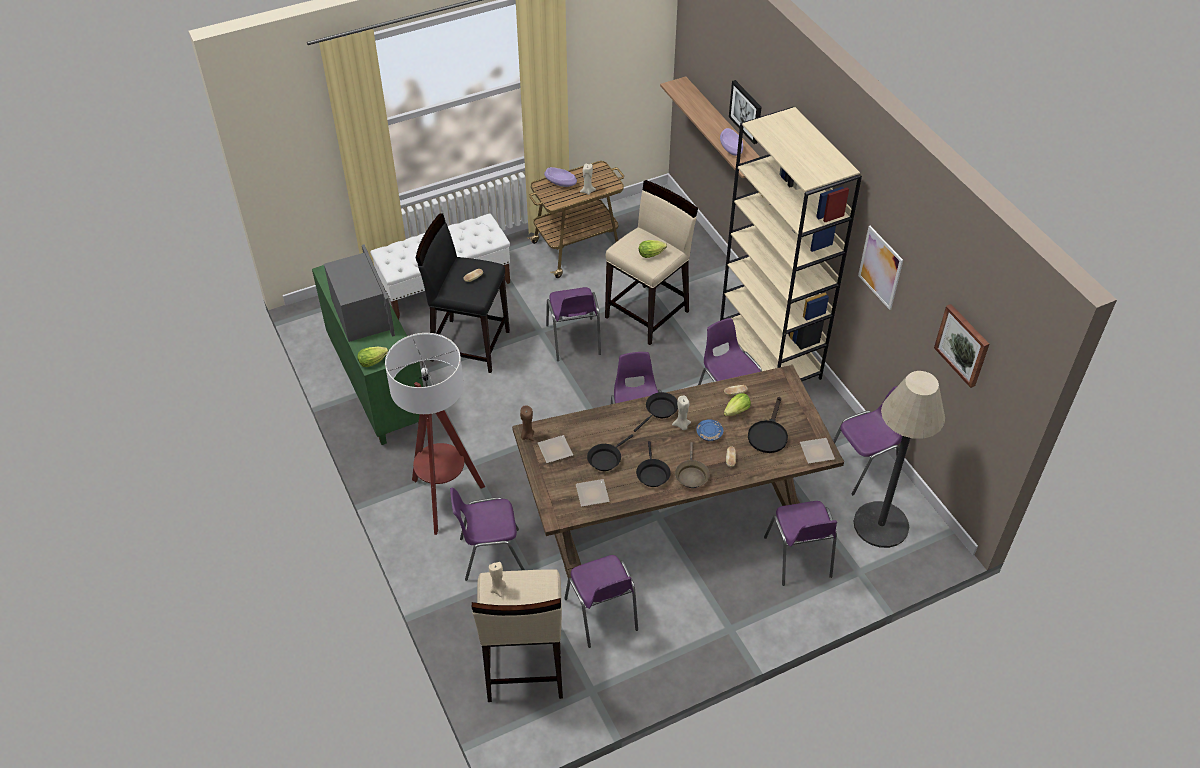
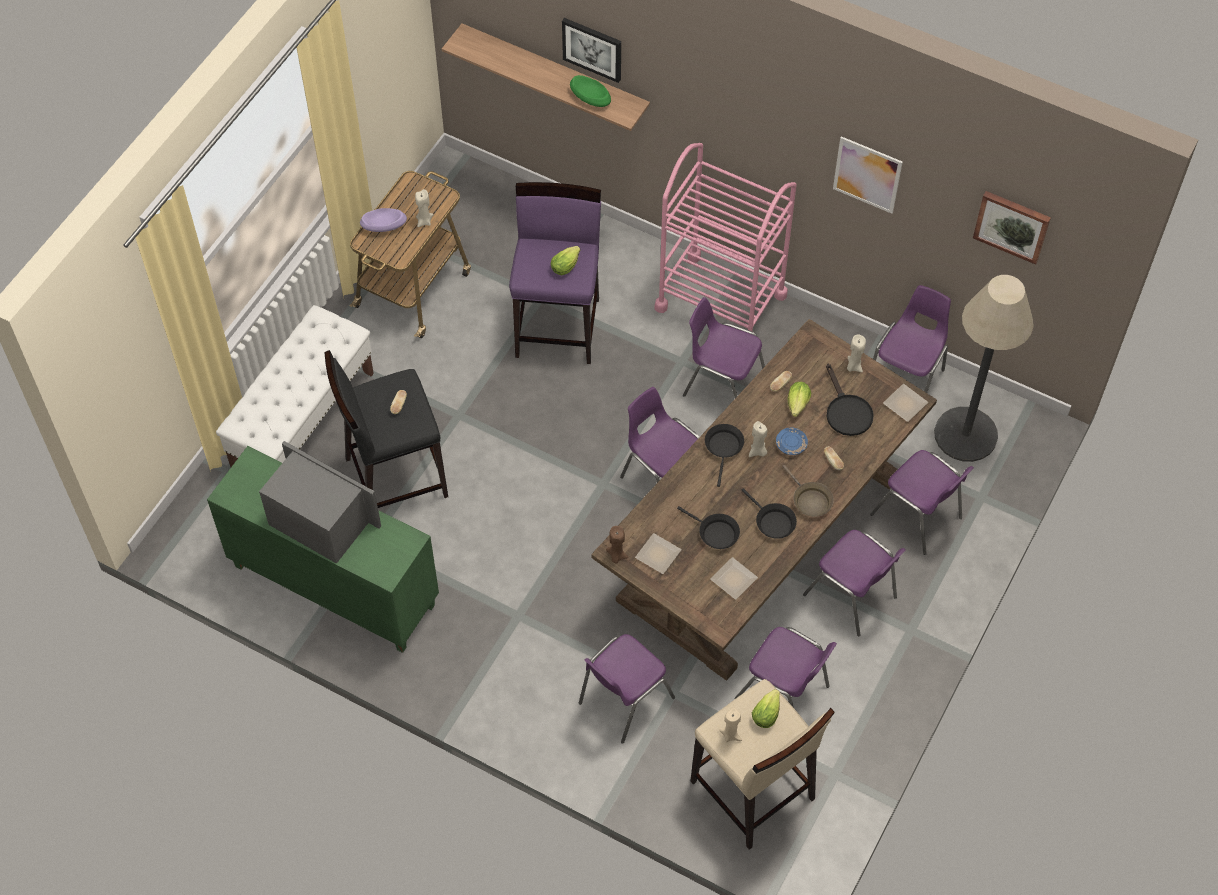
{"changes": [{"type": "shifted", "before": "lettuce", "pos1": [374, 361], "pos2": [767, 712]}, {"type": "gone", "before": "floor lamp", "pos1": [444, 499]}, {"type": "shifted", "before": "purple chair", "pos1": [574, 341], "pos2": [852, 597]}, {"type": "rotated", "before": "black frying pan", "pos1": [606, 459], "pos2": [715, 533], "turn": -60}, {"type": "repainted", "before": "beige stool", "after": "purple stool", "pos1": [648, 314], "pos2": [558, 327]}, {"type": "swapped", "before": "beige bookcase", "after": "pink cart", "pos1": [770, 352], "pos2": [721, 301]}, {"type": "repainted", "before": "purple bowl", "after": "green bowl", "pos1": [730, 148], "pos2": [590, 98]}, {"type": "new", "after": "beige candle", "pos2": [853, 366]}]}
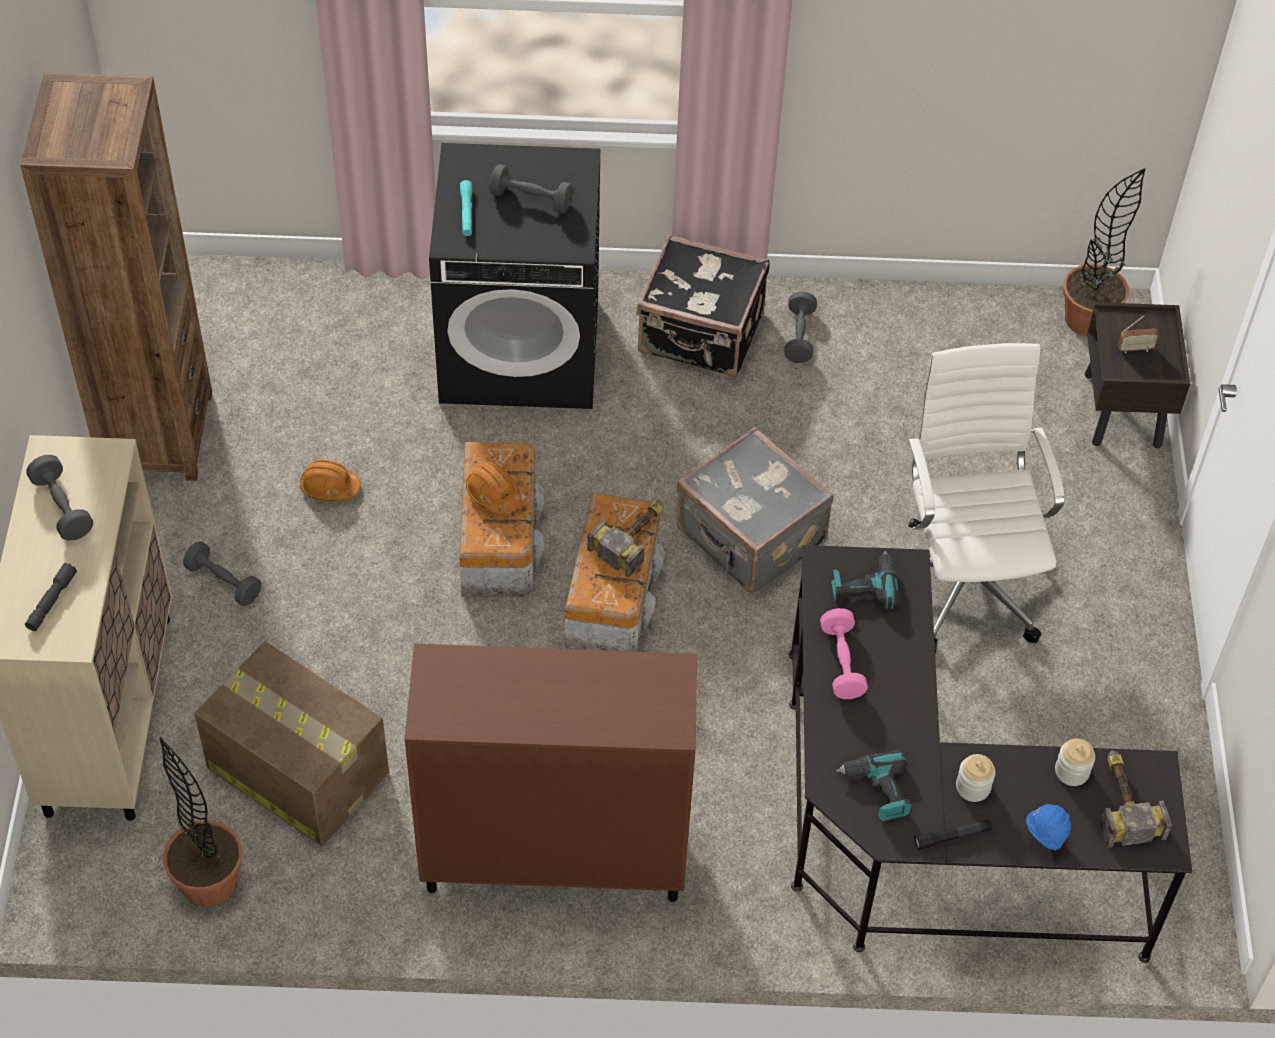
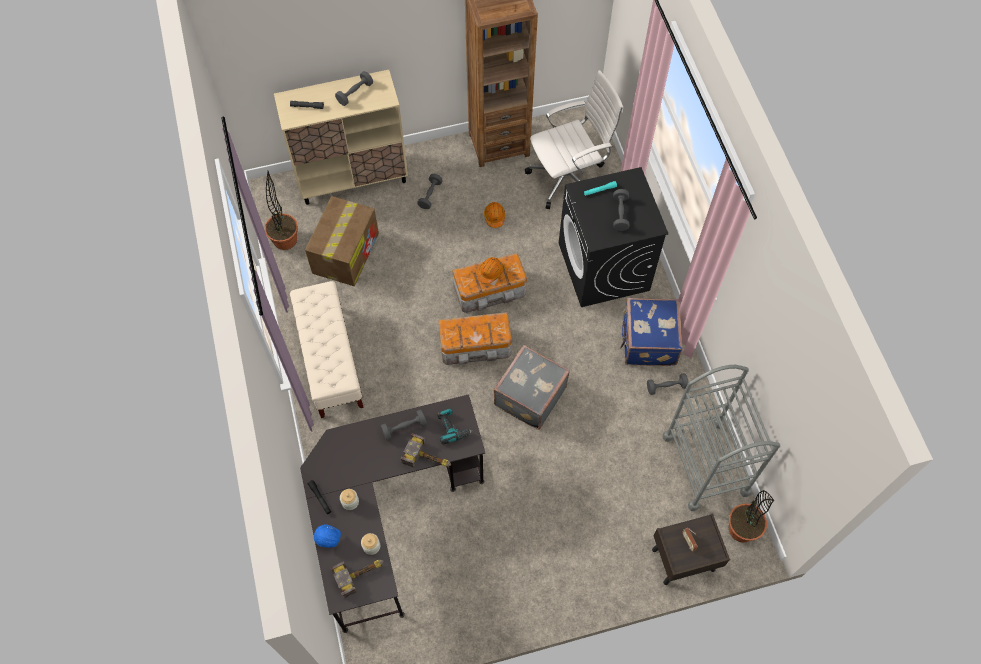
{"changes": [{"type": "swapped", "before": "brown cabinet", "after": "beige bench", "pos1": [553, 856], "pos2": [330, 361]}, {"type": "shifted", "before": "hammer", "pos1": [635, 536], "pos2": [429, 459]}, {"type": "repainted", "before": "black suitcase", "after": "blue suitcase", "pos1": [701, 335], "pos2": [647, 341]}, {"type": "repainted", "before": "pink dumbbell", "after": "grey dumbbell", "pos1": [842, 663], "pos2": [404, 428]}, {"type": "gone", "before": "power drill", "pos1": [877, 791]}, {"type": "shifted", "before": "white office chair", "pos1": [964, 580], "pos2": [569, 178]}, {"type": "new", "after": "grey cart", "pos2": [705, 464]}]}
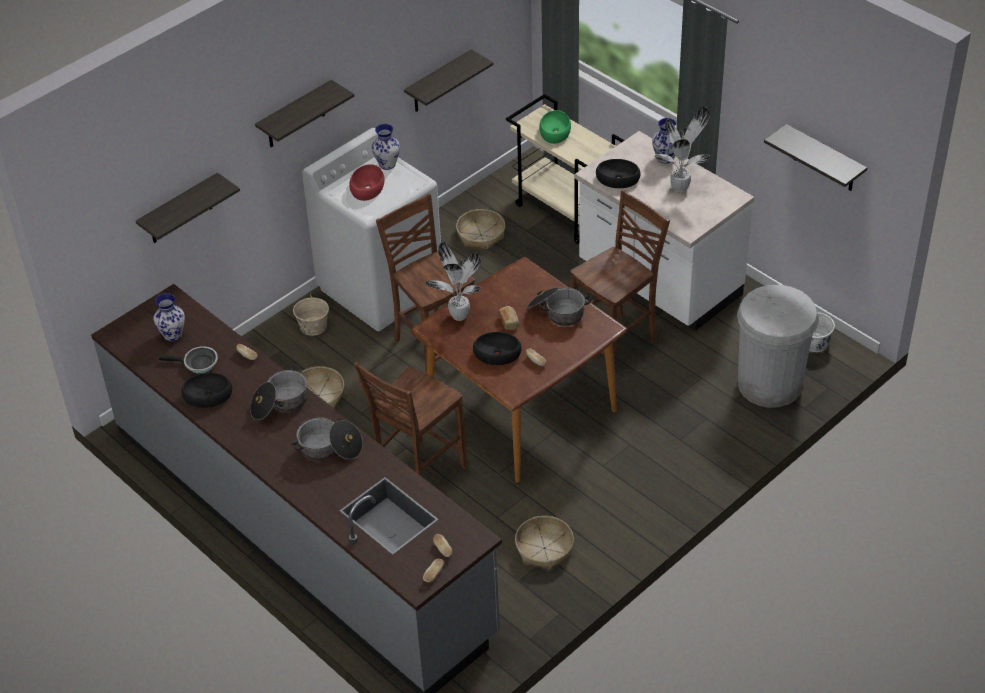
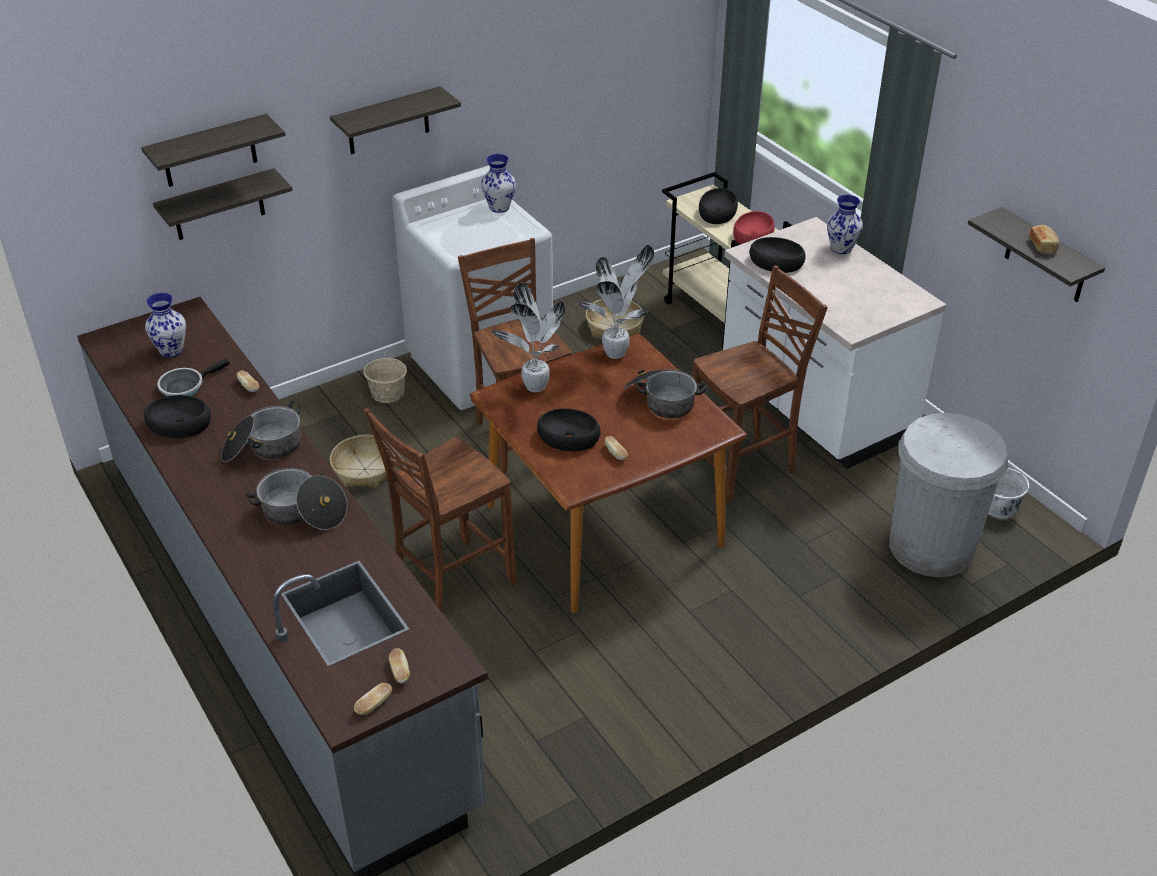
{"changes": [{"type": "rotated", "before": "frying pan", "pos1": [198, 363], "pos2": [185, 386], "turn": 120}, {"type": "shifted", "before": "red bowl", "pos1": [368, 188], "pos2": [753, 236]}, {"type": "shifted", "before": "shelf", "pos1": [438, 83], "pos2": [209, 151]}, {"type": "shifted", "before": "bread", "pos1": [509, 322], "pos2": [1043, 246]}, {"type": "gone", "before": "basket", "pos1": [544, 548]}, {"type": "repainted", "before": "green bowl", "after": "black bowl", "pos1": [555, 132], "pos2": [718, 213]}, {"type": "shifted", "before": "potted plant", "pos1": [681, 187], "pos2": [617, 353]}]}
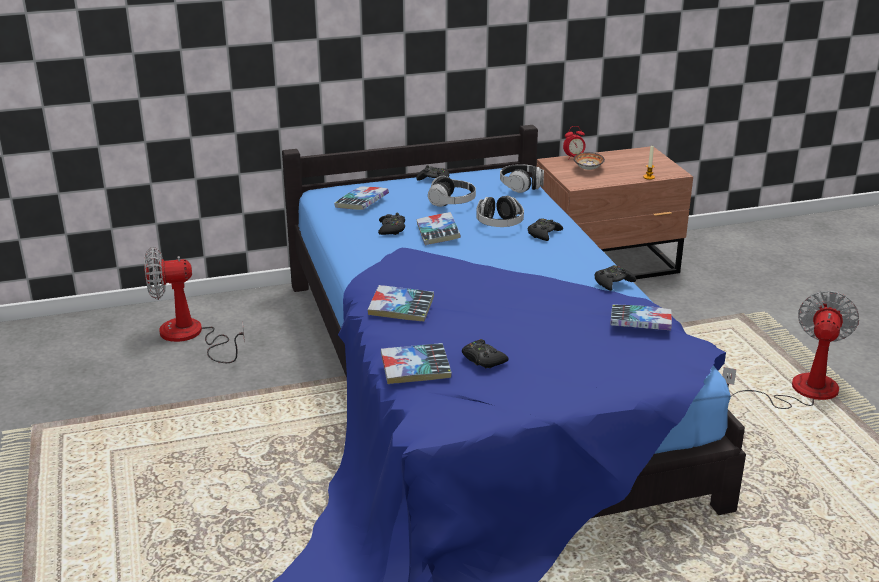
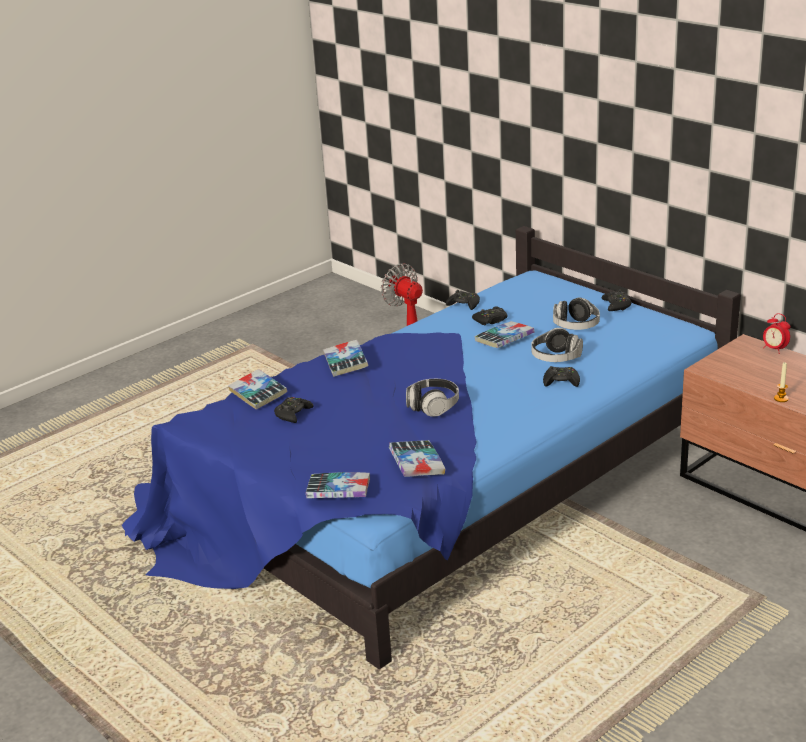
{"changes": [{"type": "shifted", "before": "book", "pos1": [362, 203], "pos2": [338, 491]}, {"type": "shifted", "before": "headphones", "pos1": [521, 186], "pos2": [433, 406]}, {"type": "gone", "before": "bowl", "pos1": [587, 169]}, {"type": "shifted", "before": "black game controller", "pos1": [613, 282], "pos2": [464, 304]}, {"type": "gone", "before": "fan", "pos1": [799, 391]}]}
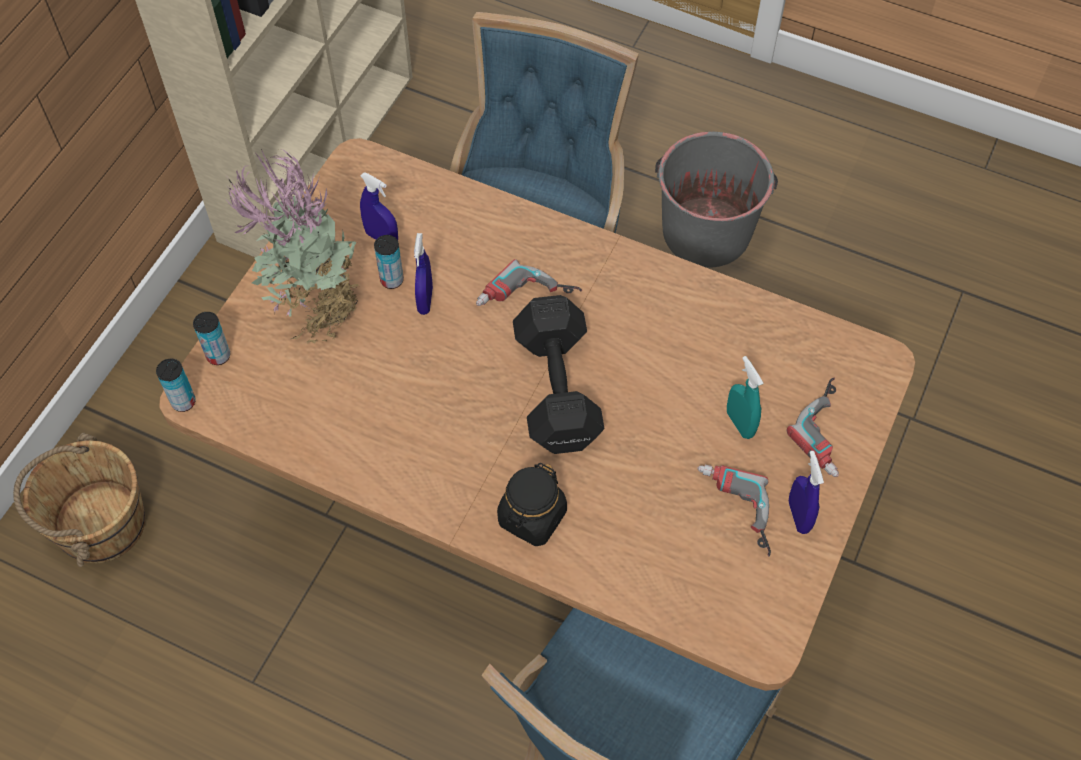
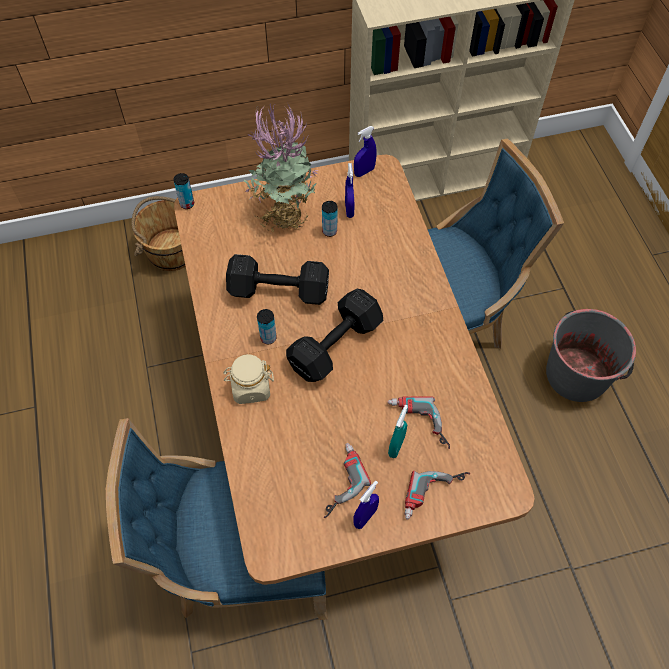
{"changes": [{"type": "shifted", "before": "can", "pos1": [218, 356], "pos2": [268, 338]}, {"type": "shifted", "before": "blue spray bottle", "pos1": [425, 300], "pos2": [364, 172]}, {"type": "shifted", "before": "power drill", "pos1": [527, 300], "pos2": [417, 425]}, {"type": "repainted", "before": "black jar", "after": "beige jar", "pos1": [532, 517], "pos2": [250, 388]}, {"type": "new", "after": "black dumbbell", "pos2": [277, 290]}]}
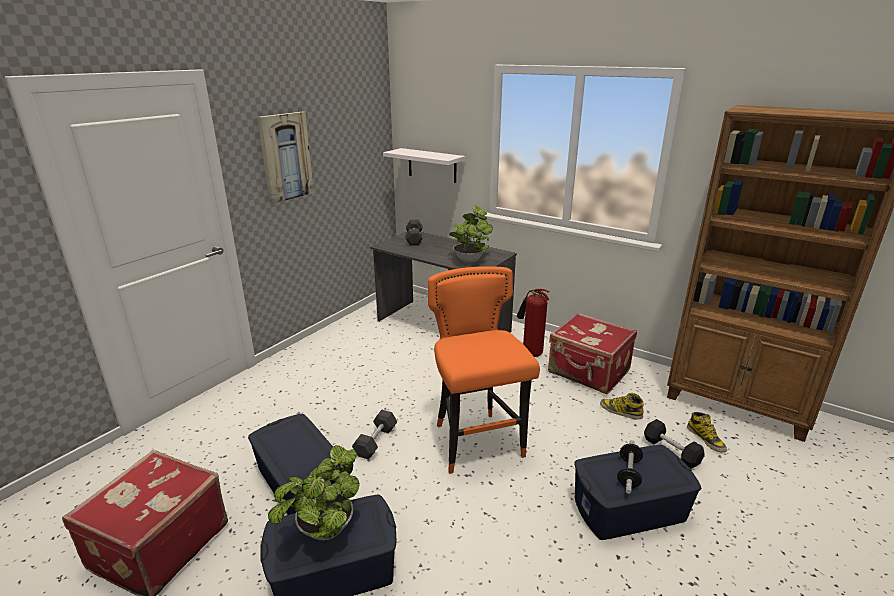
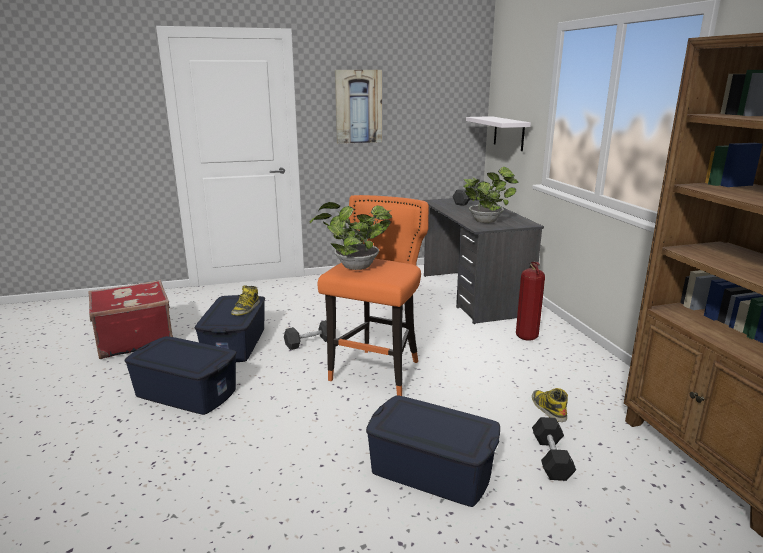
{"changes": [{"type": "shifted", "before": "potted plant", "pos1": [323, 532], "pos2": [353, 267]}, {"type": "gone", "before": "red suitcase", "pos1": [588, 372]}, {"type": "gone", "before": "dumbbell", "pos1": [628, 474]}, {"type": "shifted", "before": "boot", "pos1": [706, 439], "pos2": [246, 309]}]}
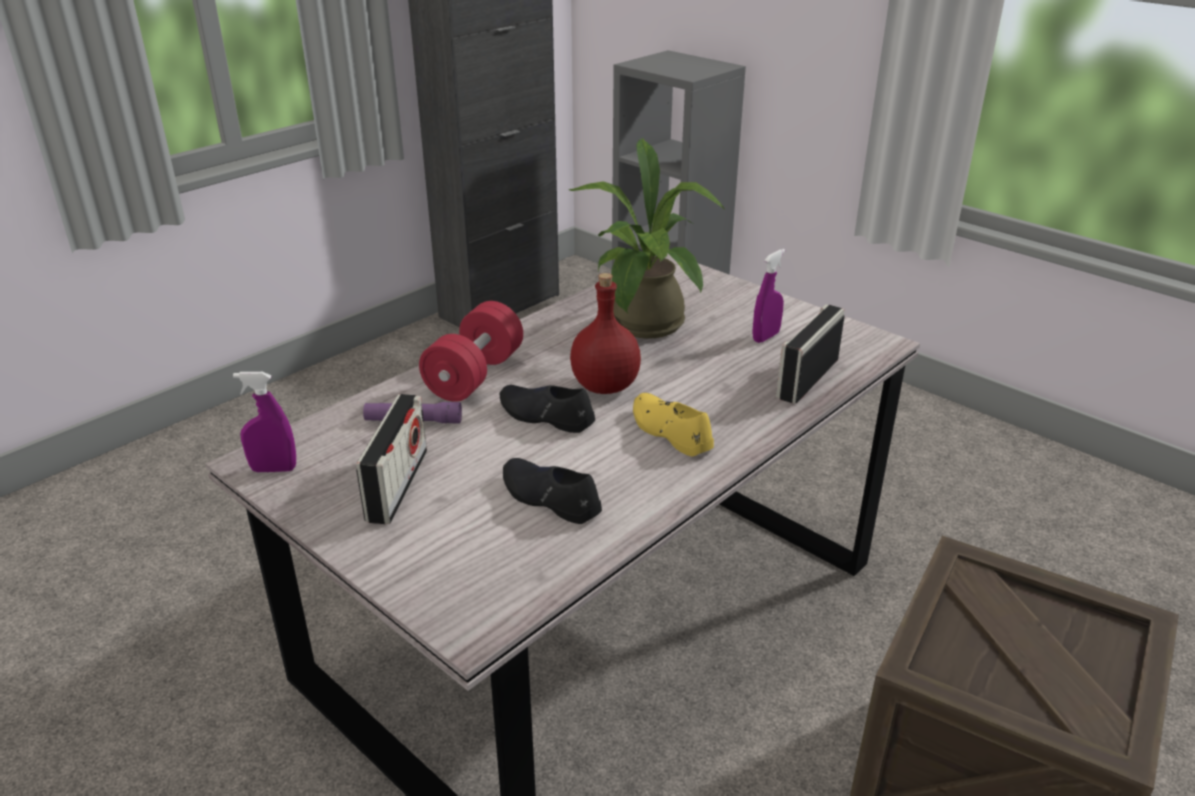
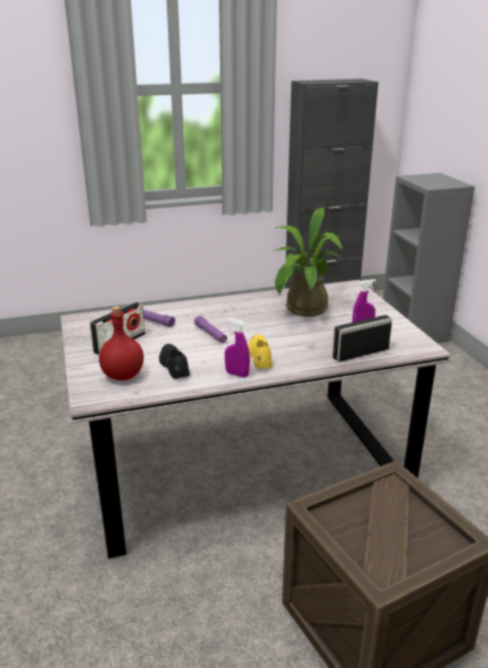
{"changes": [{"type": "shifted", "before": "purple spray bottle", "pos1": [274, 469], "pos2": [237, 374]}, {"type": "gone", "before": "red dumbbell", "pos1": [474, 375]}, {"type": "swapped", "before": "black shoe", "after": "purple flashlight", "pos1": [545, 416], "pos2": [210, 334]}, {"type": "shifted", "before": "red bottle", "pos1": [604, 386], "pos2": [122, 375]}]}
